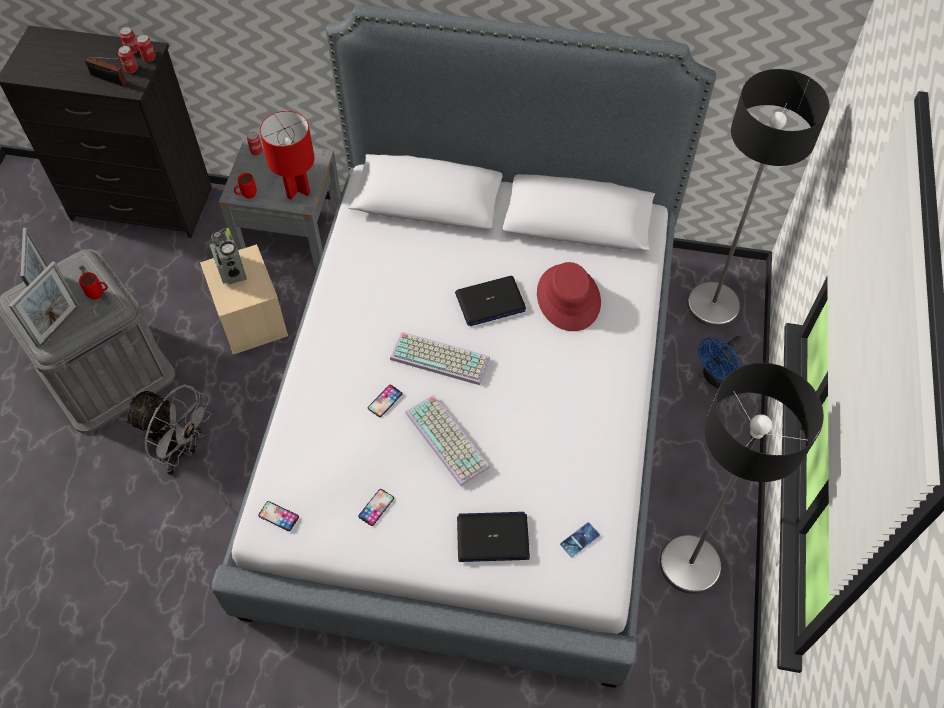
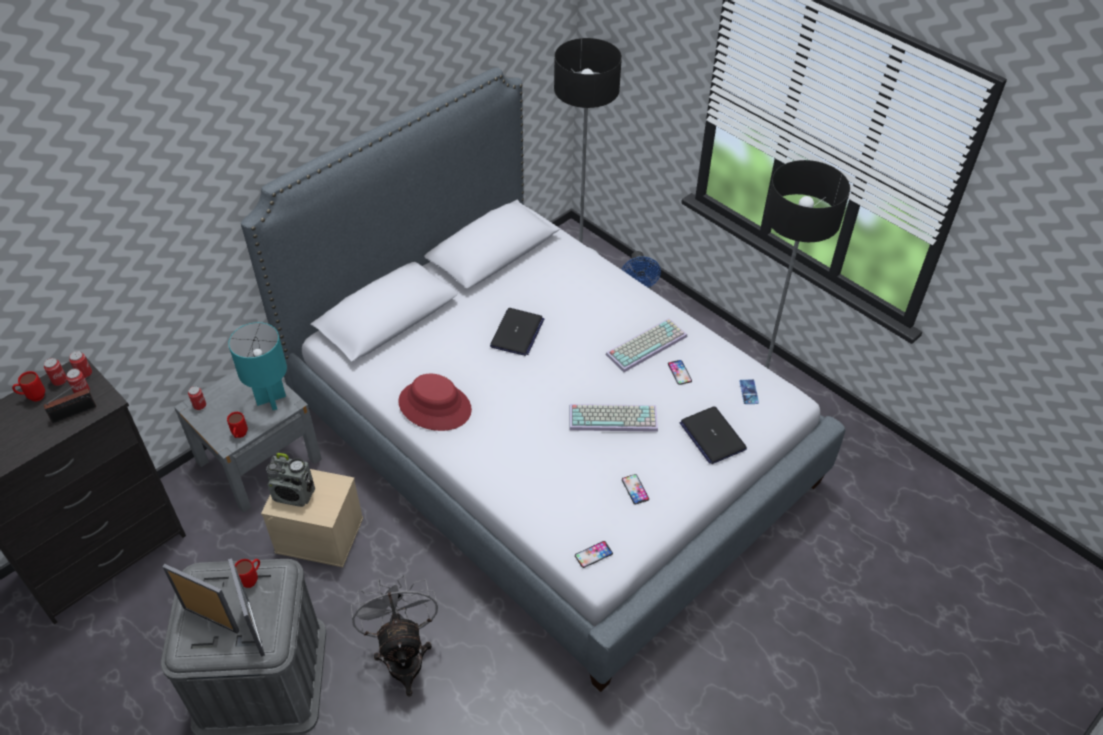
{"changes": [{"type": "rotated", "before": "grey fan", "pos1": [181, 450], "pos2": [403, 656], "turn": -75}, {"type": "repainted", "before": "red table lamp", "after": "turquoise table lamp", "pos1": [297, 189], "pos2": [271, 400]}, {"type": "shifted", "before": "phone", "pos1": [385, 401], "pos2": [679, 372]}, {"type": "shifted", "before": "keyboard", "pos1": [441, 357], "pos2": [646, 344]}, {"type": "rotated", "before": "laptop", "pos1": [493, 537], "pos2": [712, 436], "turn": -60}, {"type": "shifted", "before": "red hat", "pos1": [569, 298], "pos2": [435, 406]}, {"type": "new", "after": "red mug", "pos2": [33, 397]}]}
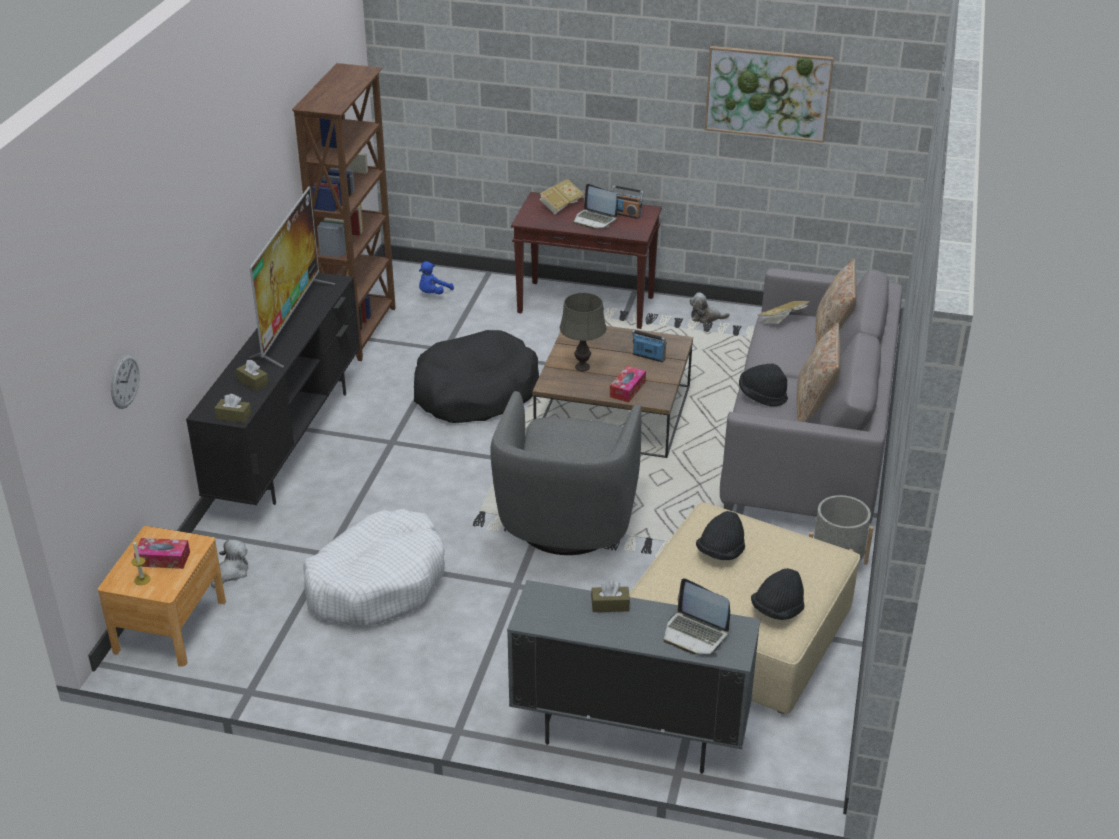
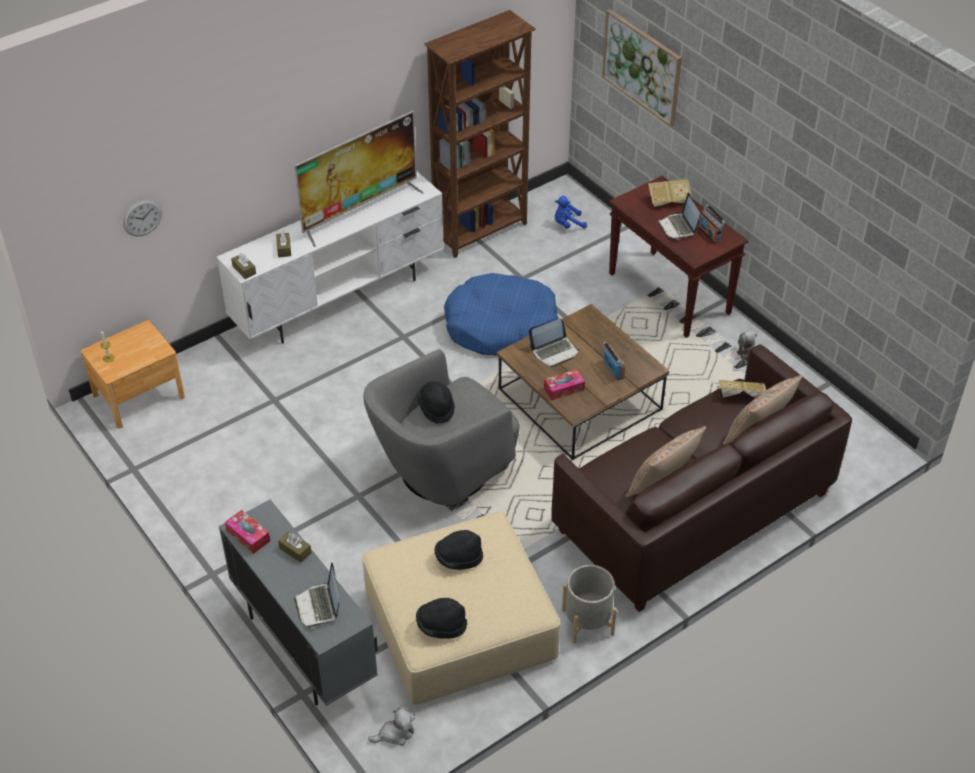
{"changes": [{"type": "shifted", "before": "tissue box", "pos1": [163, 559], "pos2": [248, 536]}, {"type": "repainted", "before": "black tv stand", "after": "white tv stand", "pos1": [289, 442], "pos2": [340, 299]}, {"type": "shifted", "before": "plush toy", "pos1": [231, 573], "pos2": [395, 733]}, {"type": "gone", "before": "white dog bed", "pos1": [377, 583]}, {"type": "repainted", "before": "black dog bed", "after": "blue dog bed", "pos1": [475, 392], "pos2": [501, 327]}, {"type": "swapped", "before": "grey table lamp", "after": "laptop", "pos1": [582, 367], "pos2": [554, 351]}, {"type": "shifted", "before": "picture", "pos1": [768, 93], "pos2": [642, 66]}, {"type": "repainted", "before": "grey sofa", "after": "brown sofa", "pos1": [808, 444], "pos2": [693, 512]}, {"type": "shifted", "before": "black hat", "pos1": [762, 396], "pos2": [436, 408]}]}
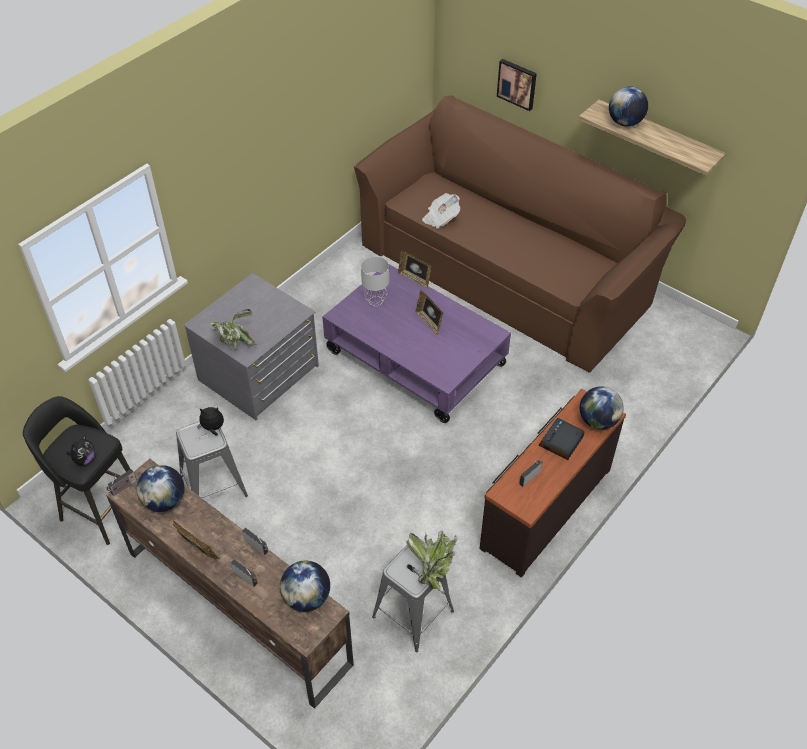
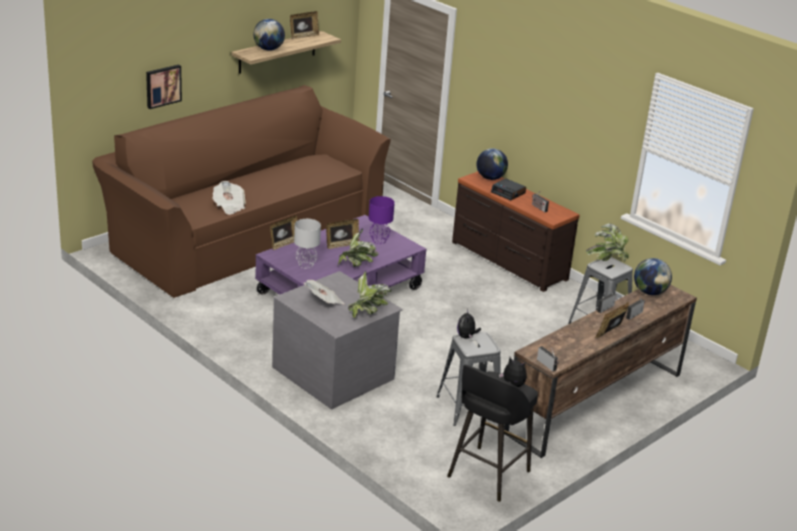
{"changes": [{"type": "gone", "before": "globe", "pos1": [164, 501]}, {"type": "new", "after": "picture frame", "pos2": [303, 36]}, {"type": "new", "after": "newspaper", "pos2": [324, 302]}, {"type": "new", "after": "potted plant", "pos2": [357, 265]}, {"type": "new", "after": "purple table lamp", "pos2": [379, 241]}]}
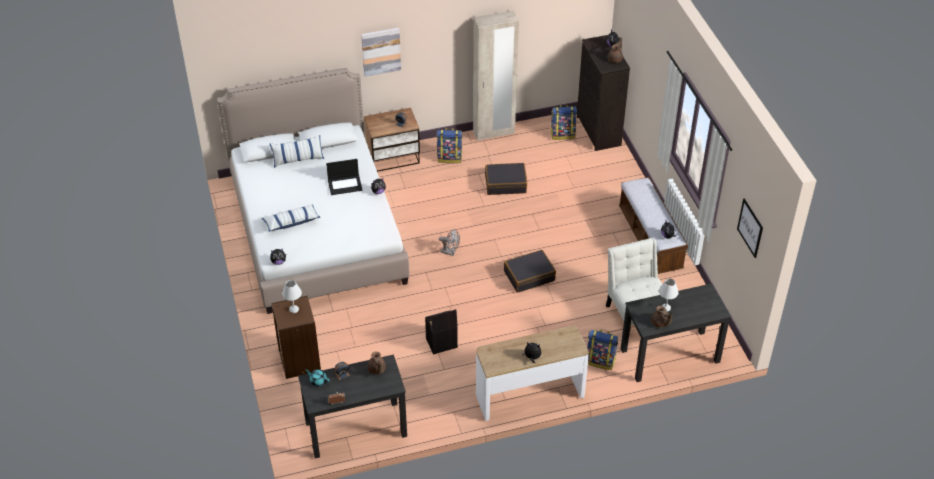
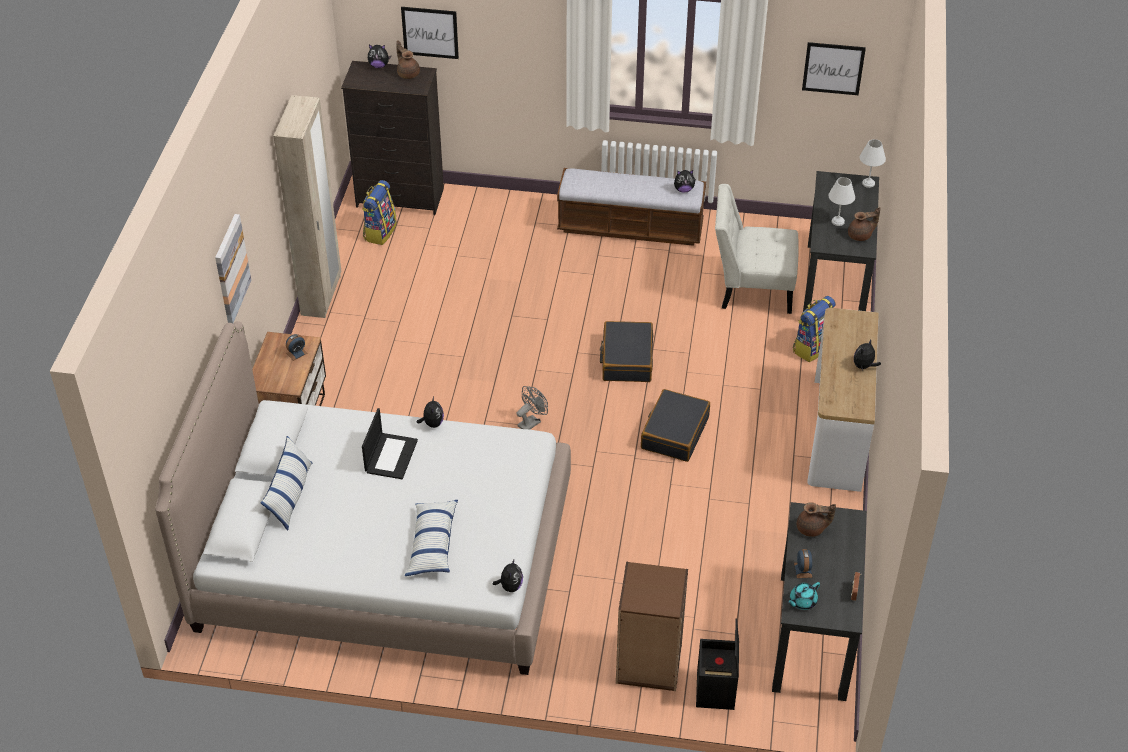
{"changes": [{"type": "shifted", "before": "white table lamp", "pos1": [294, 309], "pos2": [869, 183]}, {"type": "shifted", "before": "black storage box", "pos1": [441, 343], "pos2": [716, 691]}, {"type": "gone", "before": "backpack", "pos1": [449, 158]}, {"type": "shifted", "before": "black suitcase", "pos1": [505, 184], "pos2": [674, 433]}, {"type": "new", "after": "picture", "pos2": [430, 32]}]}
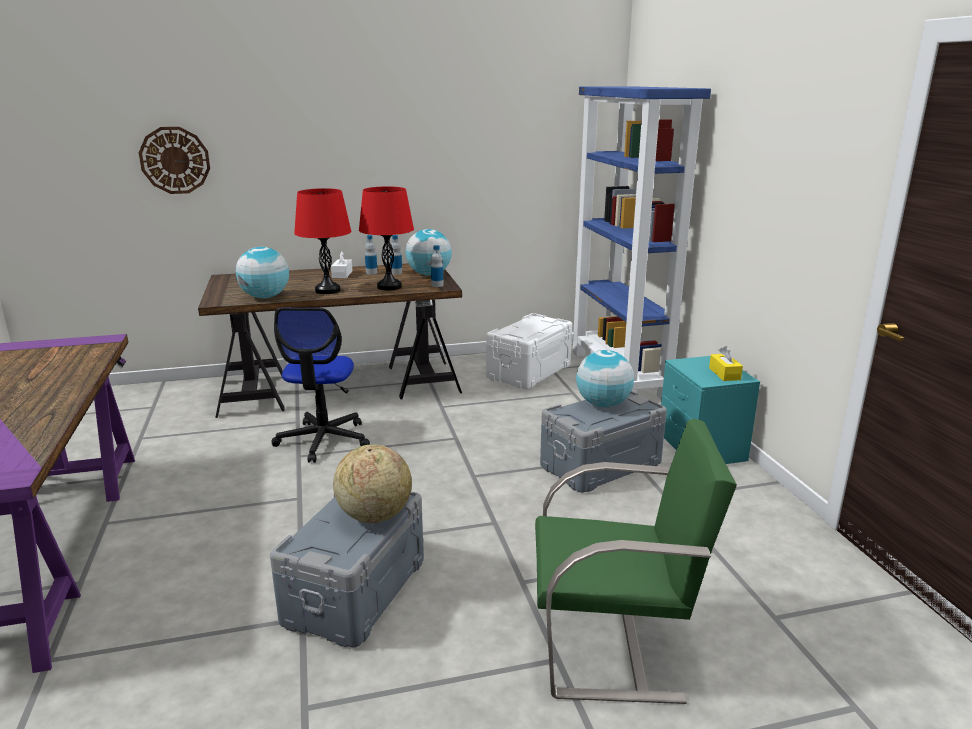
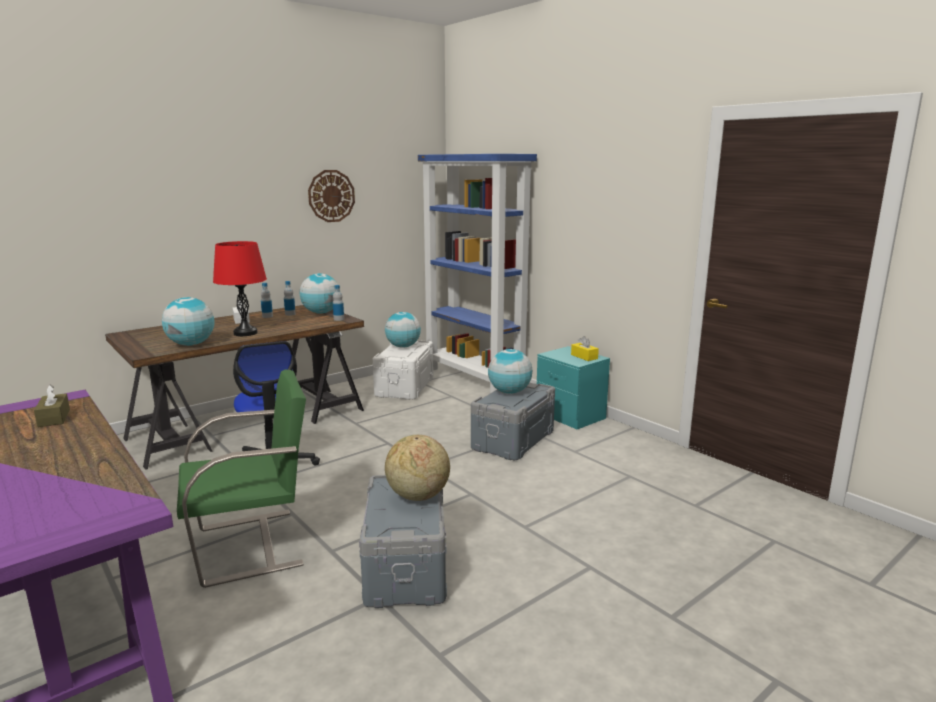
{"changes": [{"type": "shifted", "before": "wall clock", "pos1": [175, 160], "pos2": [331, 196]}, {"type": "gone", "before": "red table lamp", "pos1": [389, 287]}, {"type": "shifted", "before": "green chair", "pos1": [613, 645], "pos2": [252, 546]}, {"type": "new", "after": "brown tissue box", "pos2": [54, 418]}, {"type": "new", "after": "globe", "pos2": [403, 346]}]}
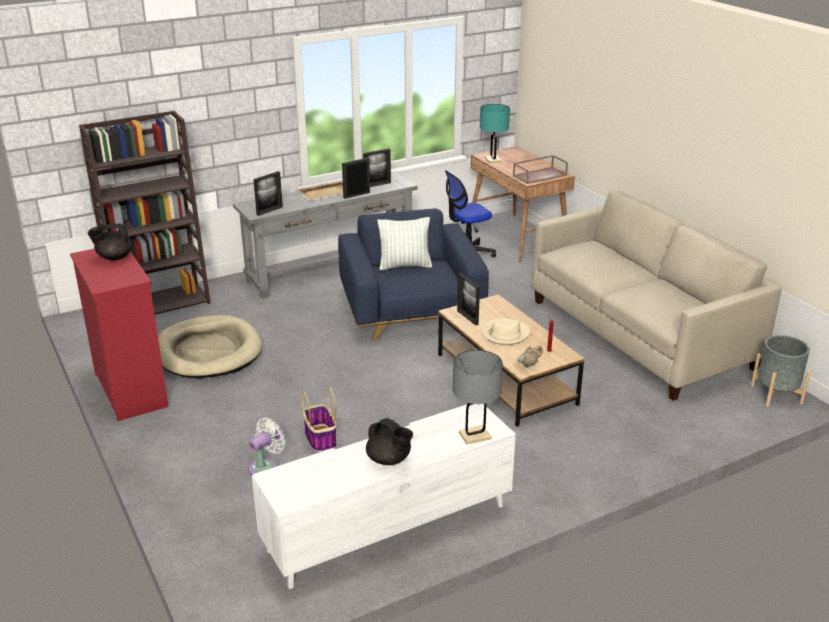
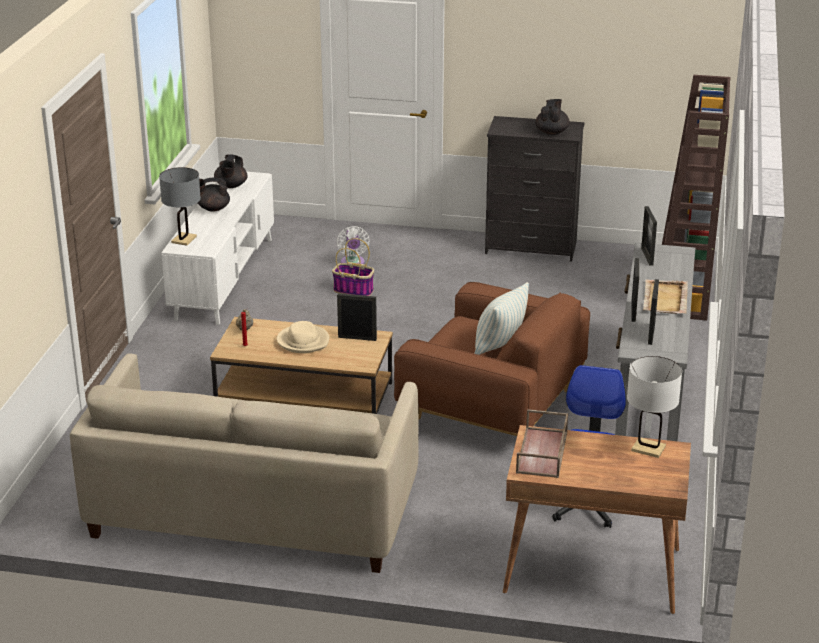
{"changes": [{"type": "repainted", "before": "red dresser", "after": "black dresser", "pos1": [131, 389], "pos2": [531, 248]}, {"type": "gone", "before": "beige dog bed", "pos1": [208, 352]}, {"type": "repainted", "before": "blue armchair", "after": "brown armchair", "pos1": [410, 312], "pos2": [492, 404]}, {"type": "repainted", "before": "turquoise table lamp", "after": "white table lamp", "pos1": [493, 159], "pos2": [648, 448]}, {"type": "gone", "before": "grey planter", "pos1": [776, 394]}, {"type": "new", "after": "black teapot", "pos2": [231, 186]}]}
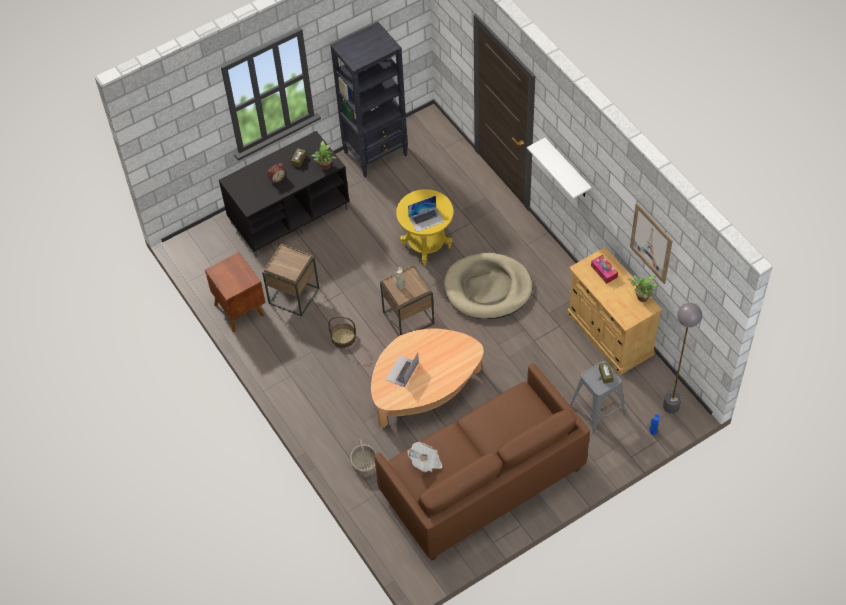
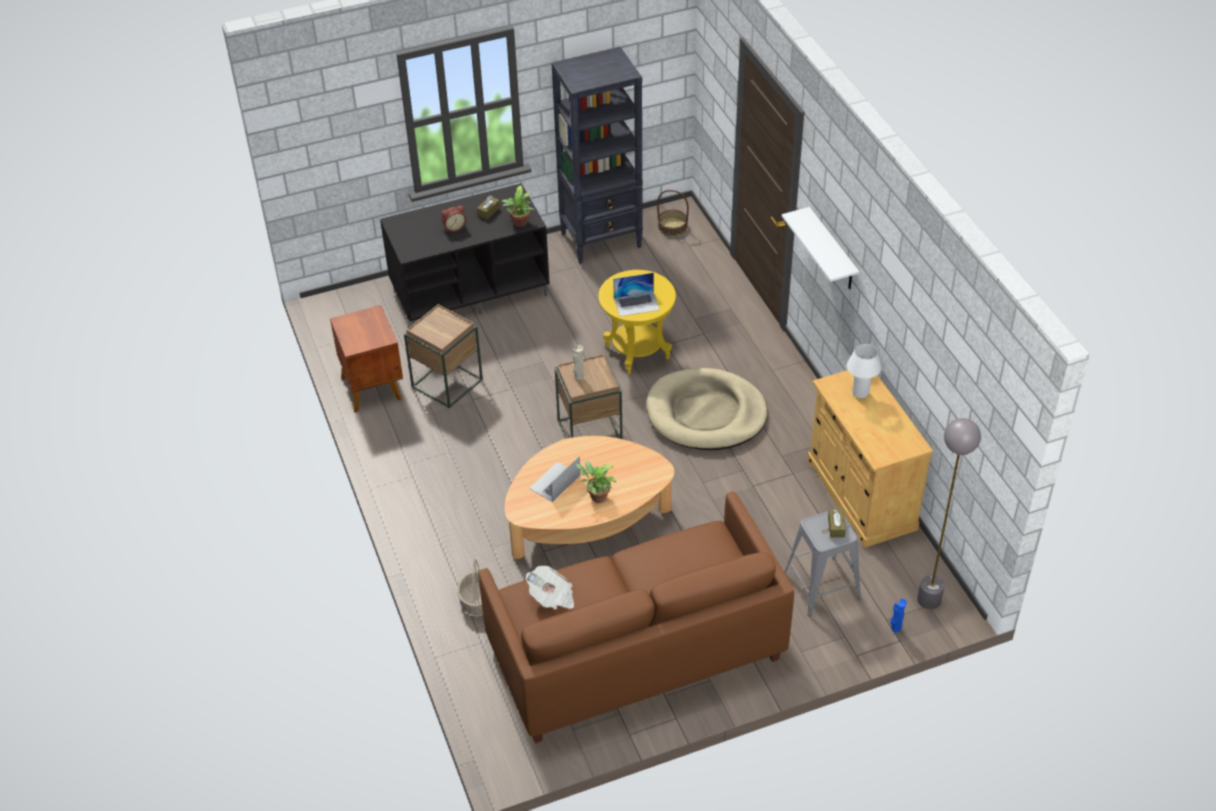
{"changes": [{"type": "shifted", "before": "basket", "pos1": [343, 338], "pos2": [672, 226]}, {"type": "swapped", "before": "tissue box", "after": "white table lamp", "pos1": [604, 271], "pos2": [860, 393]}, {"type": "shifted", "before": "potted plant", "pos1": [641, 298], "pos2": [596, 497]}, {"type": "gone", "before": "picture", "pos1": [651, 243]}]}
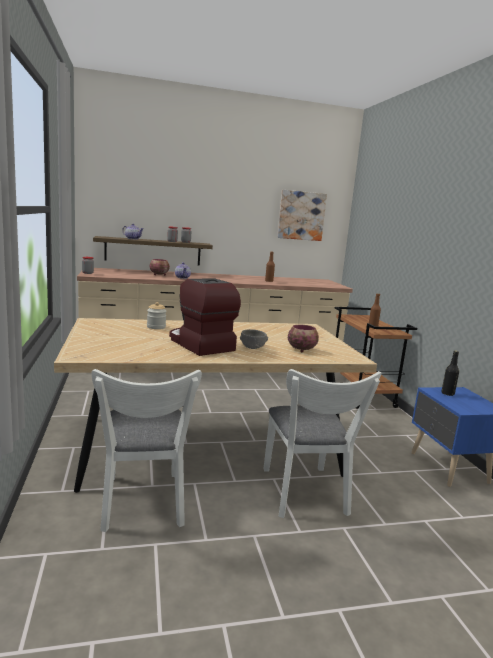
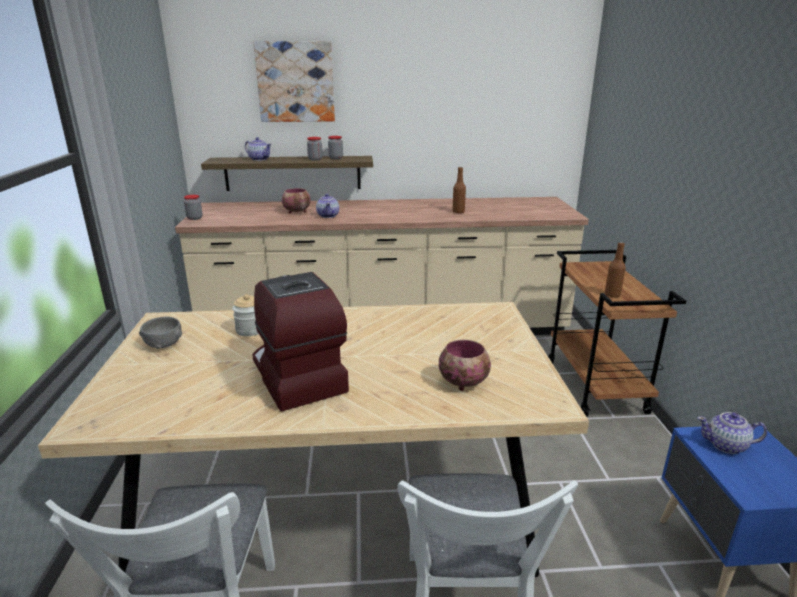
{"changes": [{"type": "shifted", "before": "grey bowl", "pos1": [252, 347], "pos2": [164, 345]}, {"type": "shifted", "before": "picture", "pos1": [301, 215], "pos2": [295, 82]}, {"type": "swapped", "before": "black bottle", "after": "teapot", "pos1": [447, 394], "pos2": [726, 445]}]}
